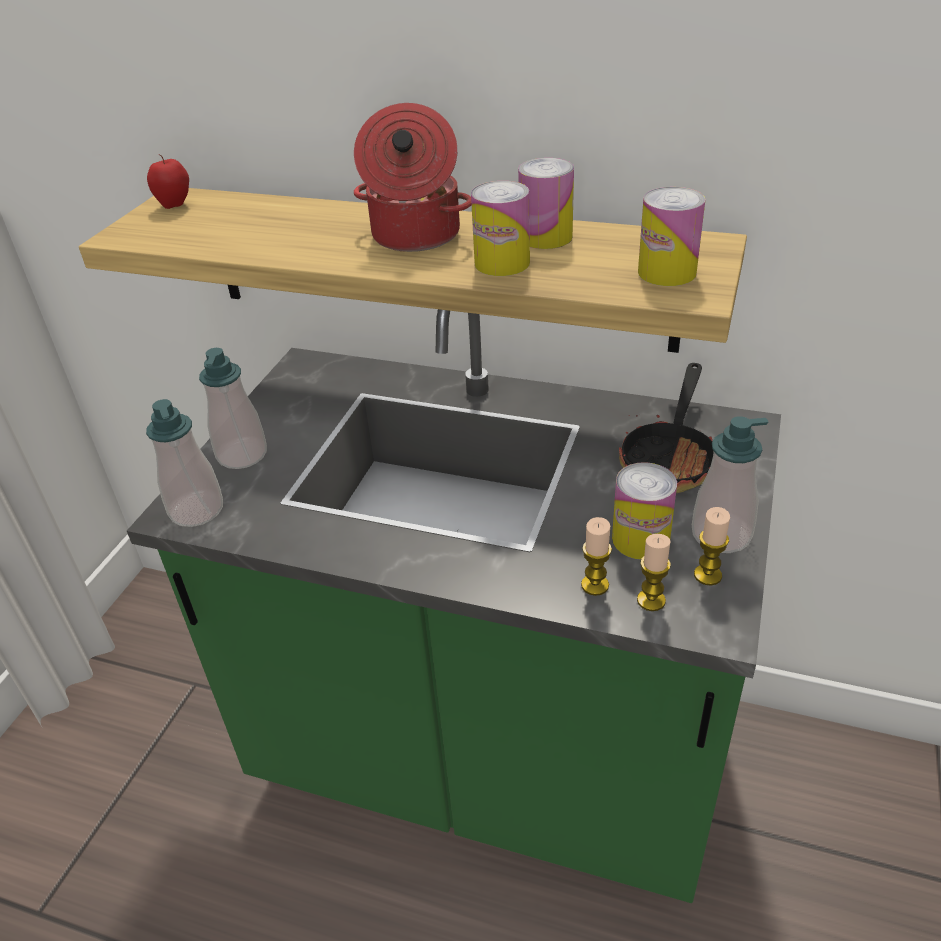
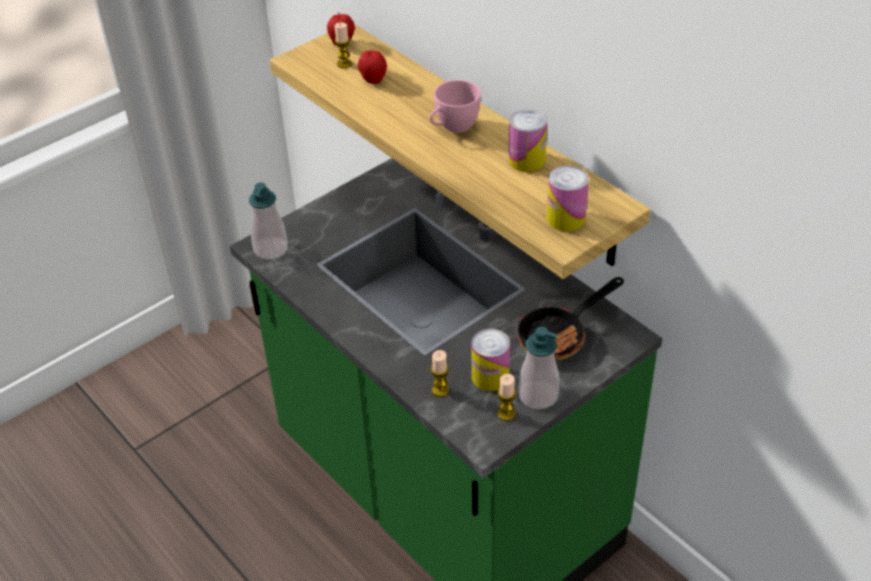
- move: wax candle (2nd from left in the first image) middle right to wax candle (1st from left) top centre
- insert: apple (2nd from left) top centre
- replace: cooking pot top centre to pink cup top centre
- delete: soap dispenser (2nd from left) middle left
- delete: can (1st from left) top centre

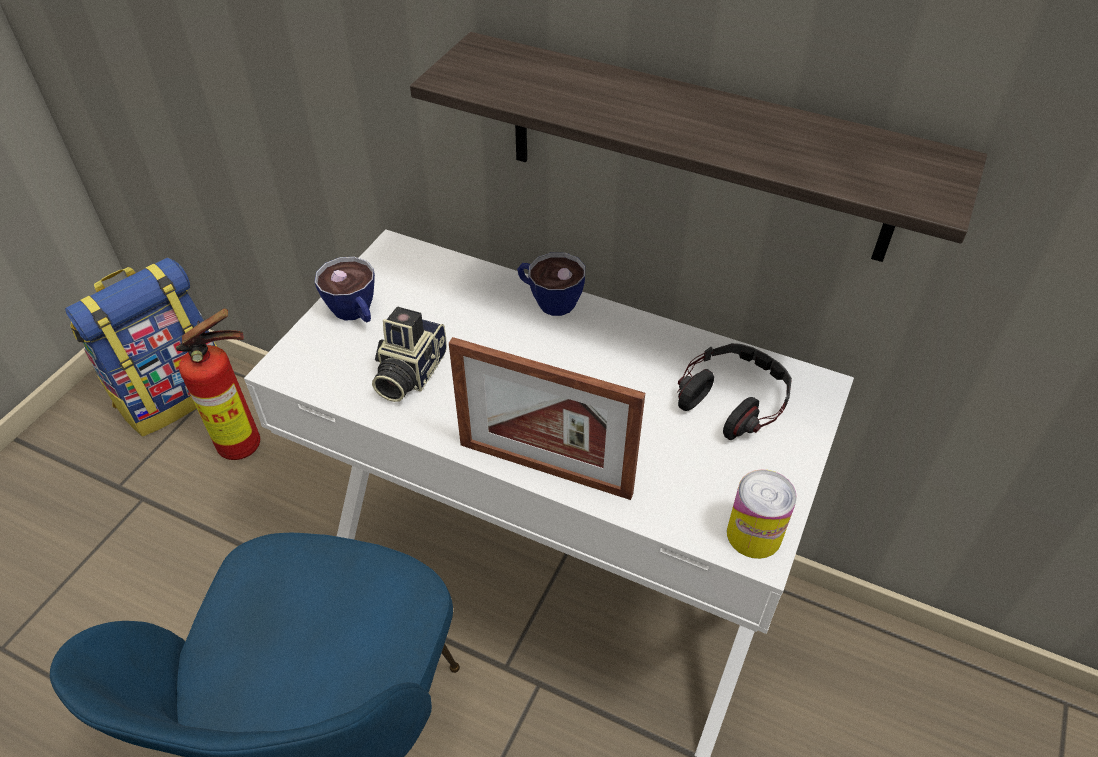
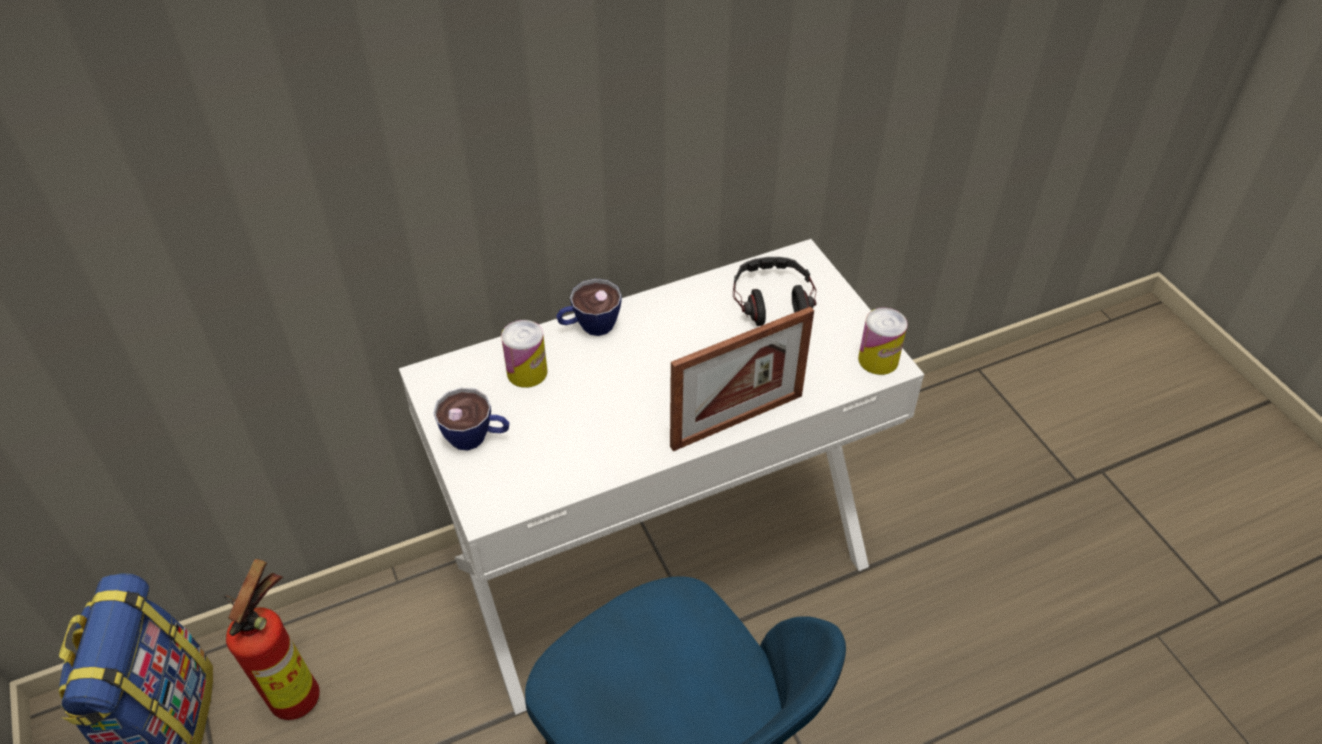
- insert: can (1st from left) centre
- delete: photo camera centre
- delete: bracket shelf top centre

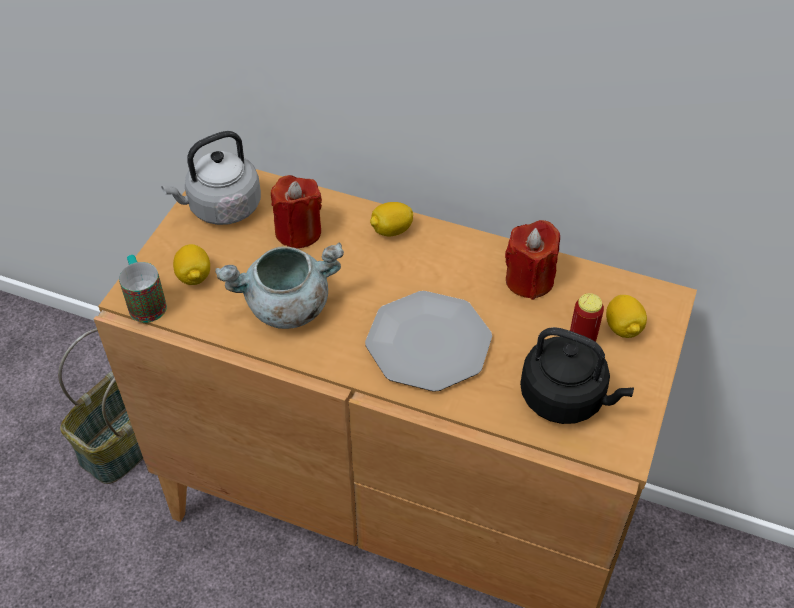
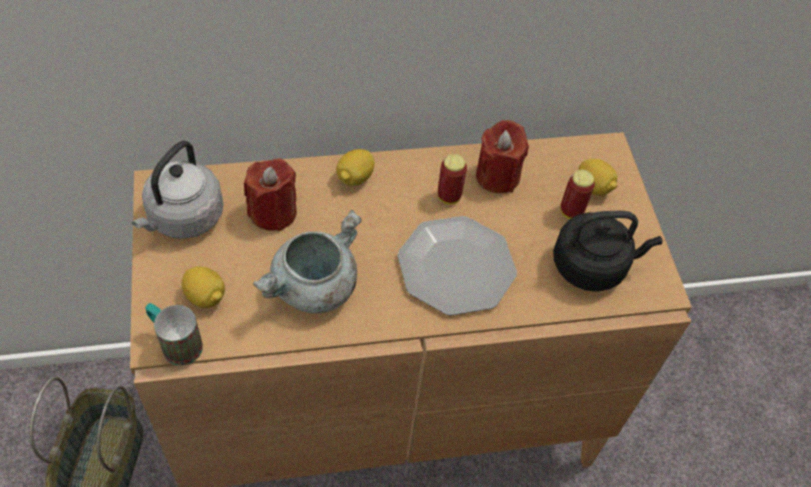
- insert: can (1st from left) centre

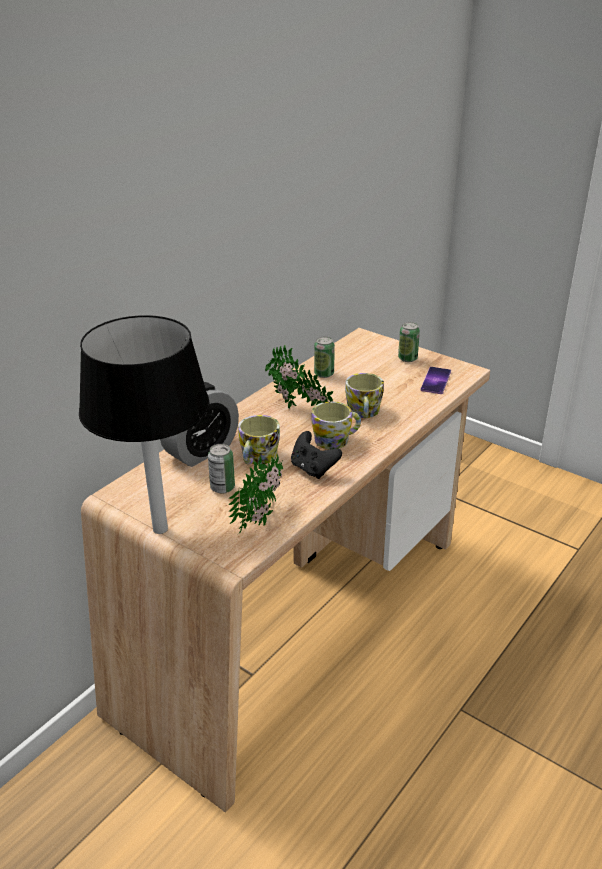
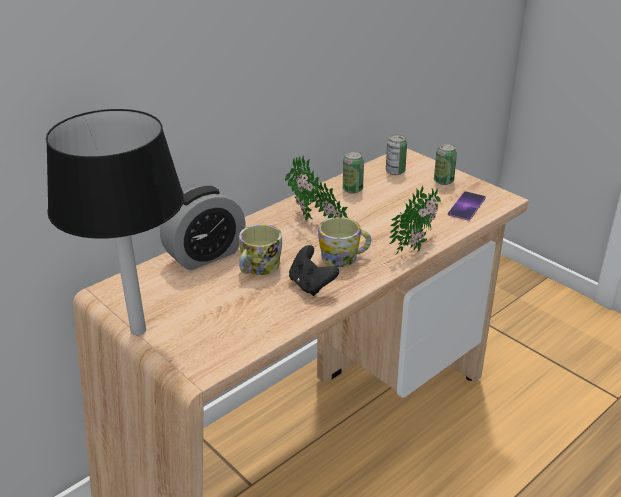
- move: can (1st from left in the first image) centre to can (2nd from left) top centre
- move: plant in a pot (1st from left in the first image) centre to plant in a pot (2nd from left) middle right
- delete: tea mug (3rd from left) centre

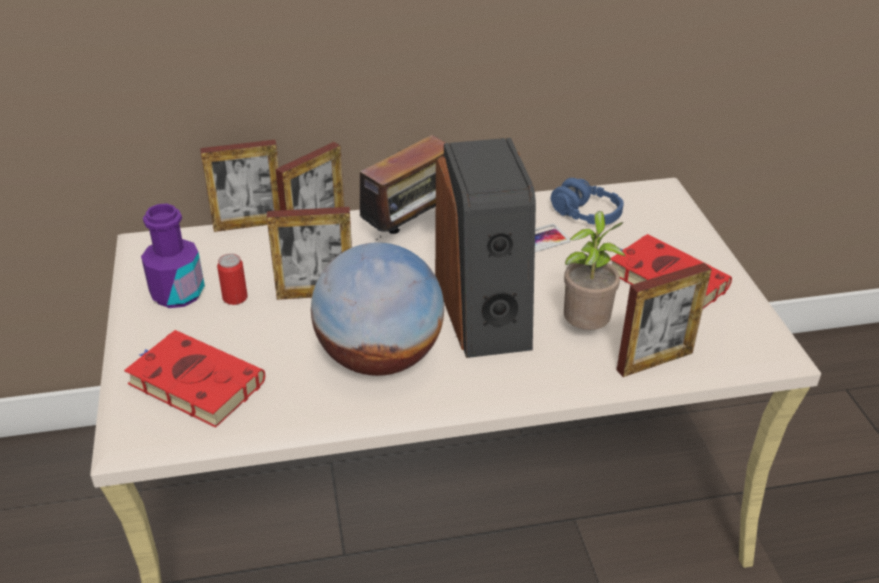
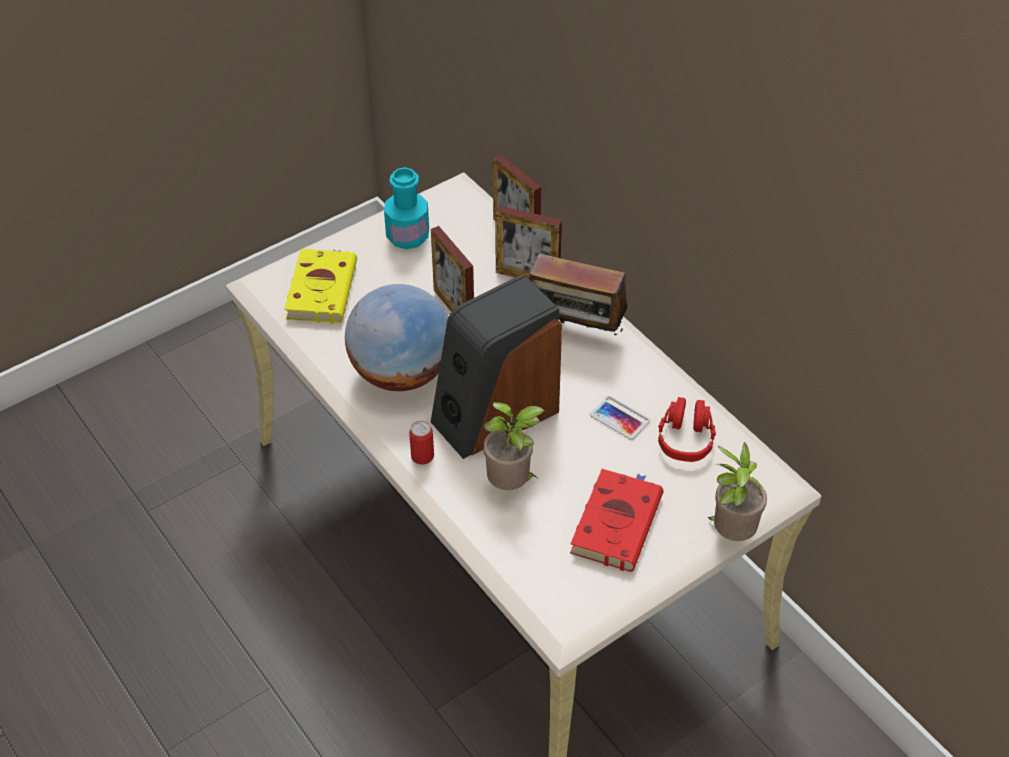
- recolor: red-coloured volume (1st from left) middle left to yellow volume middle left
- recolor: purple bottle middle left to blue-green bottle top centre
- move: can middle left to centre
- recolor: blue-coloured headset middle right to red-coloured headset middle right
- insert: plant in a pot (2nd from left) middle right
- delete: photo frame (4th from left) middle right

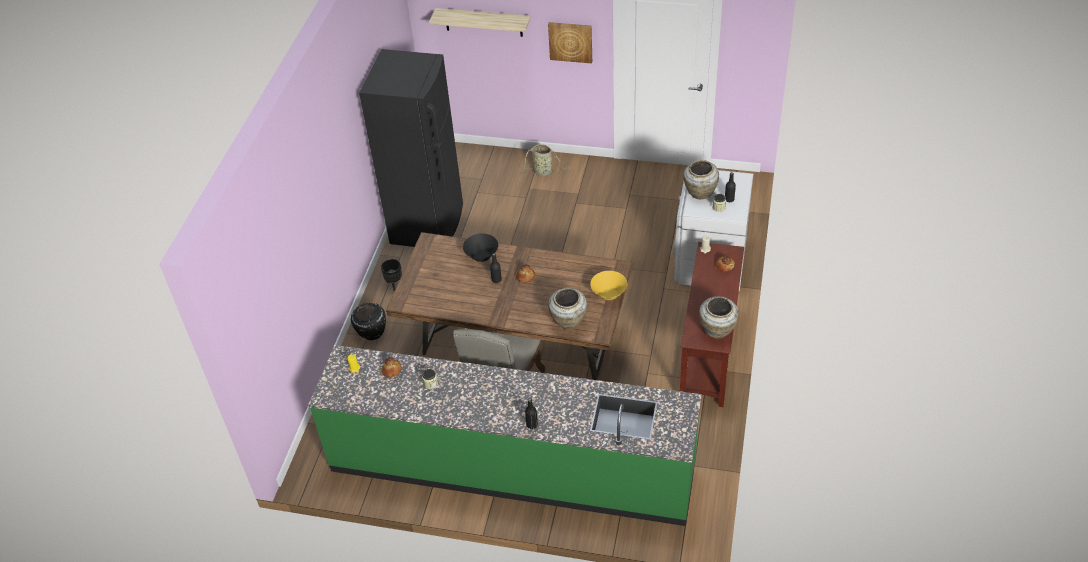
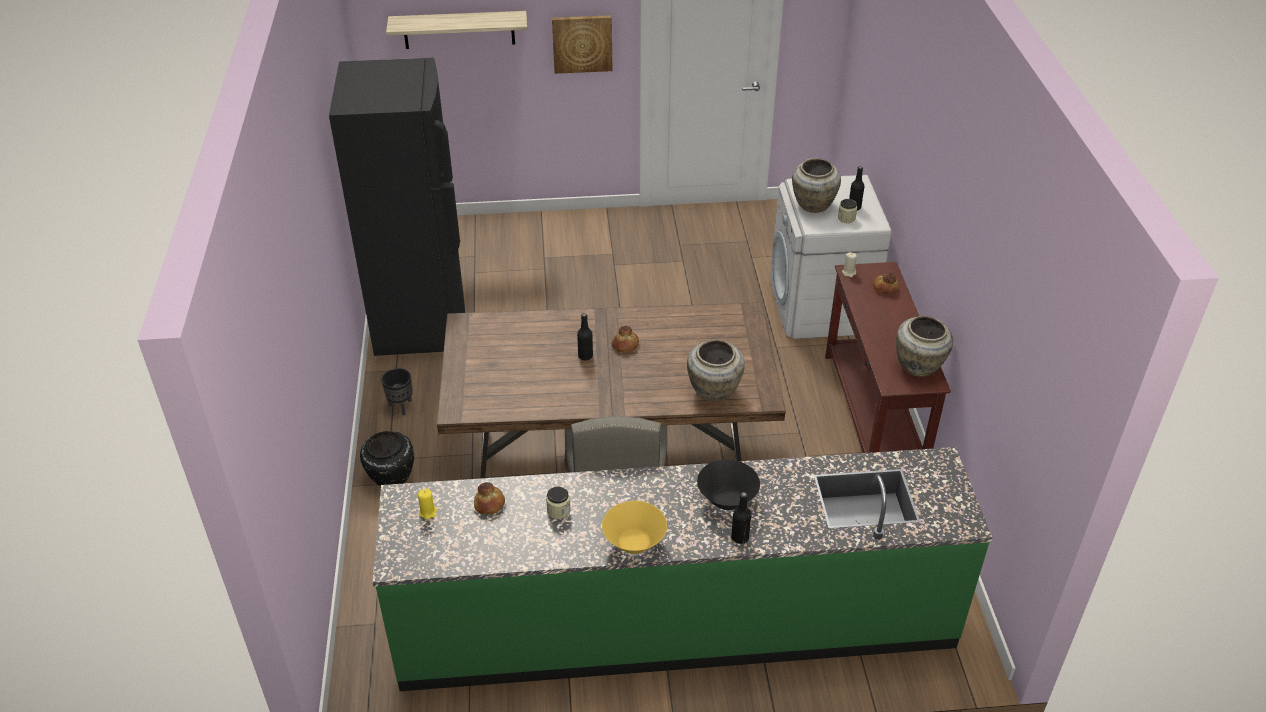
- move: yellow bowl centre to bottom centre
- move: blackish bowl centre to bottom centre
- delete: storage basket top centre

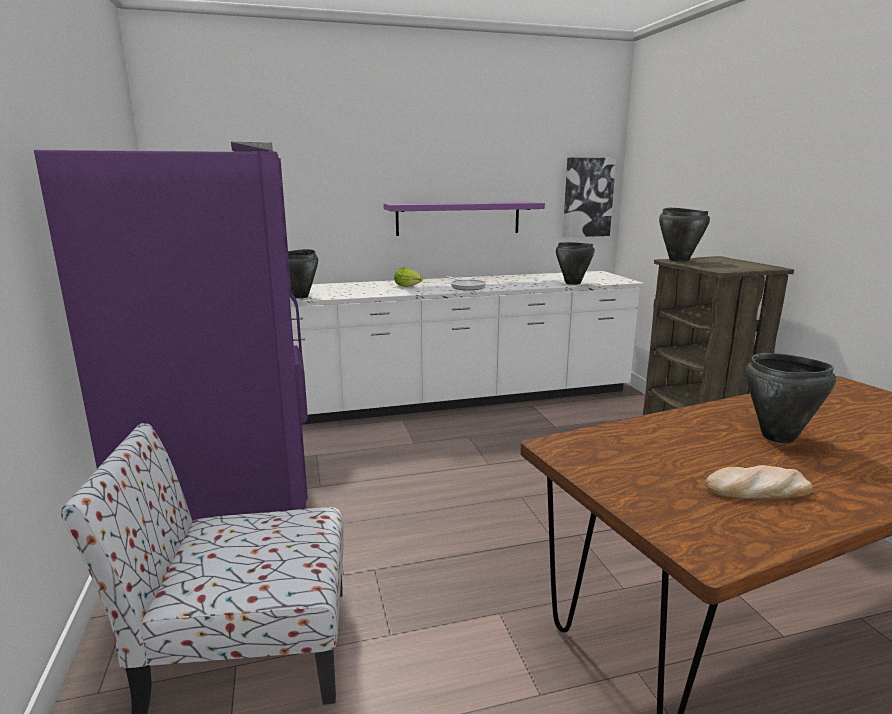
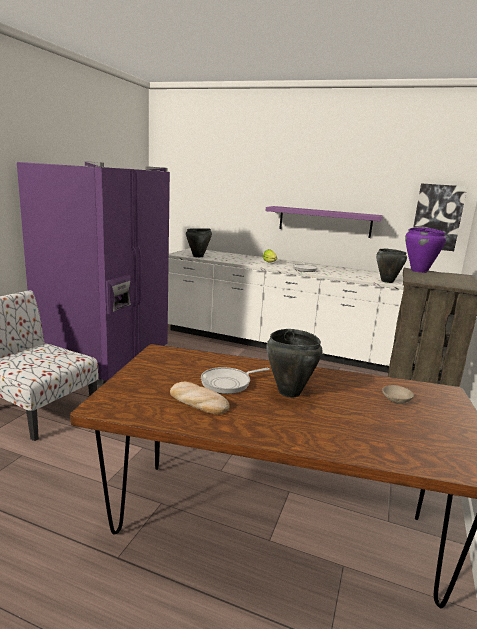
- insert: frying pan (1st from left) centre
- insert: beige-coloured bowl middle right
- recolor: blackish cooking pot (3rd from left) top right to purple cooking pot middle right

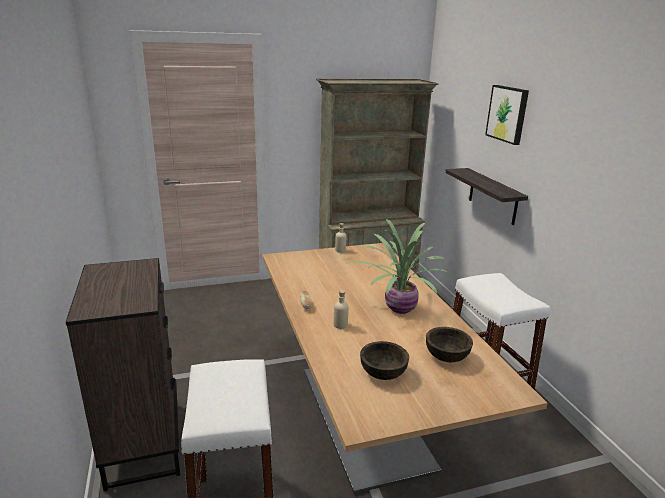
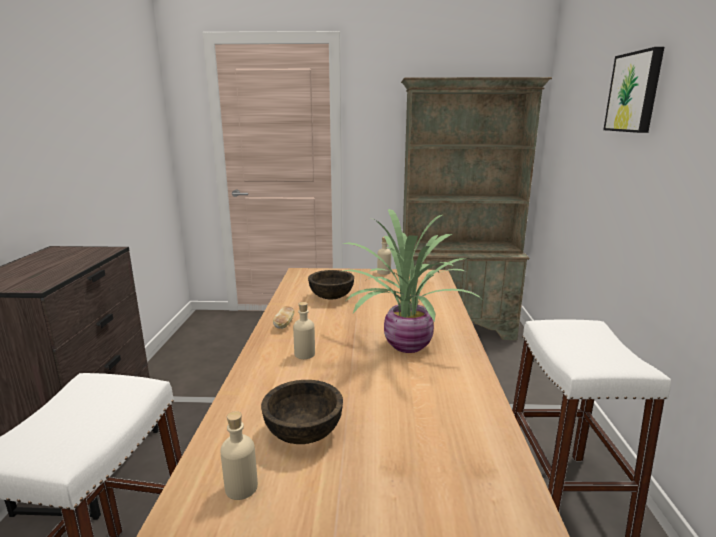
- insert: beige-coloured bottle (1st from left) bottom centre
- move: brown-coloured bowl (2nd from left) bottom right to centre
- delete: bracket shelf middle right

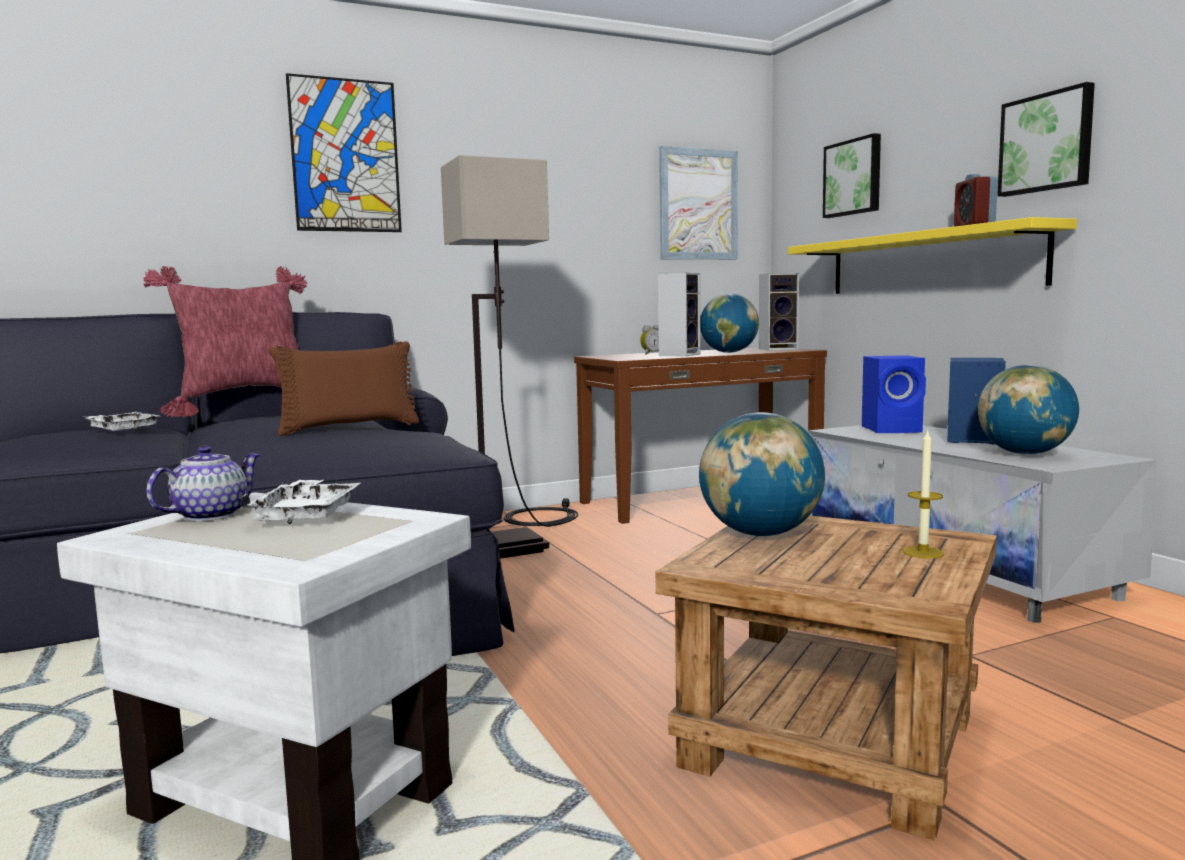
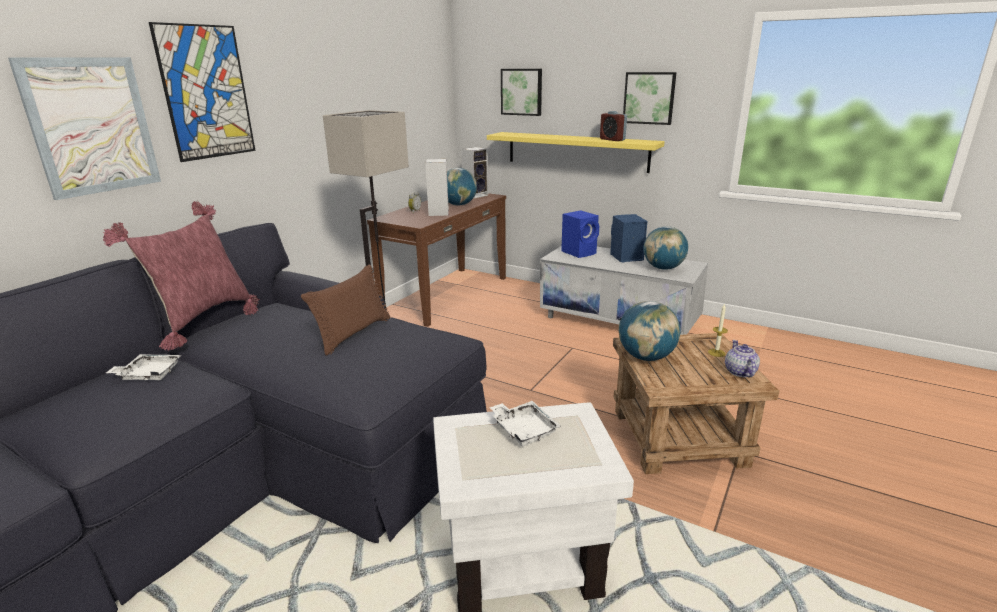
- move: wall art (2nd from left in the first image) top centre to wall art (1st from left) top left
- move: pot for tea middle left to middle right

